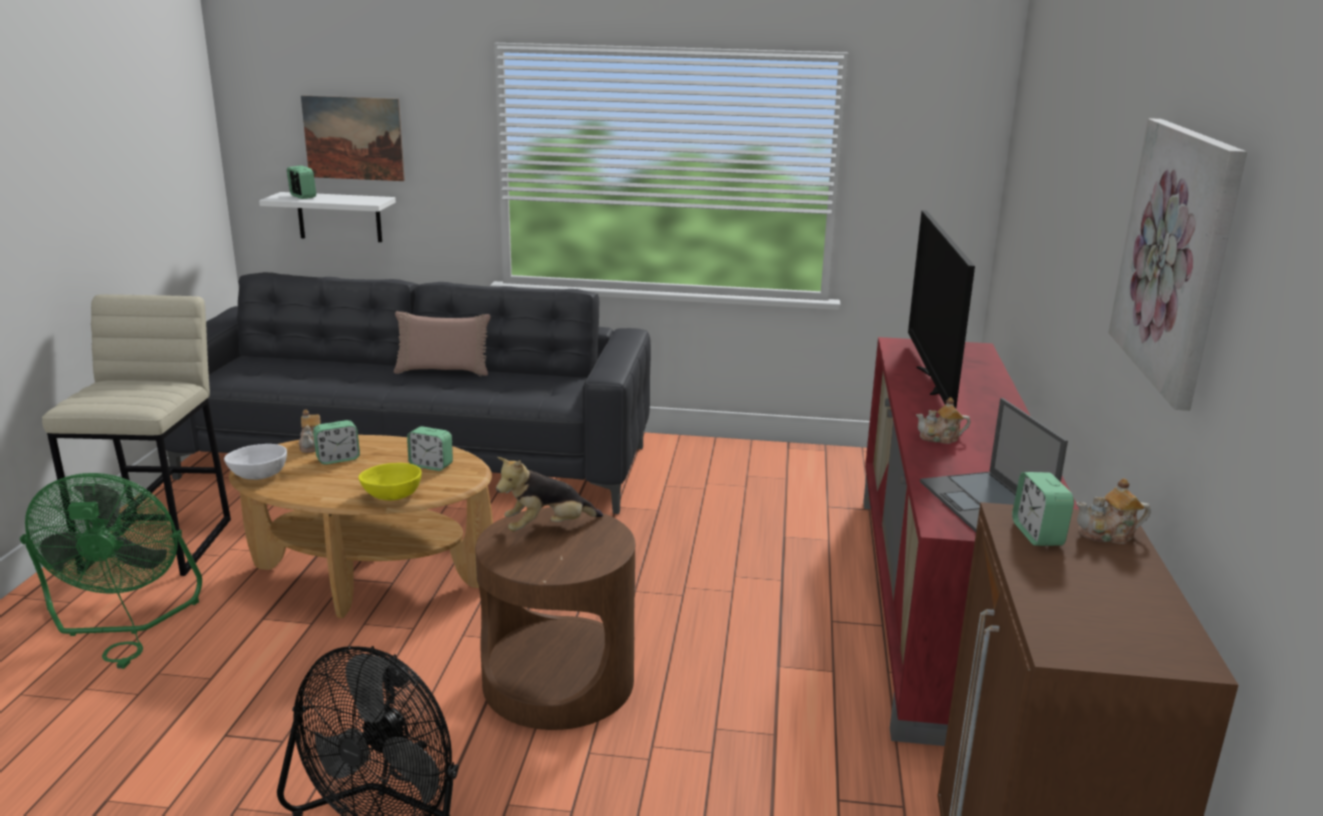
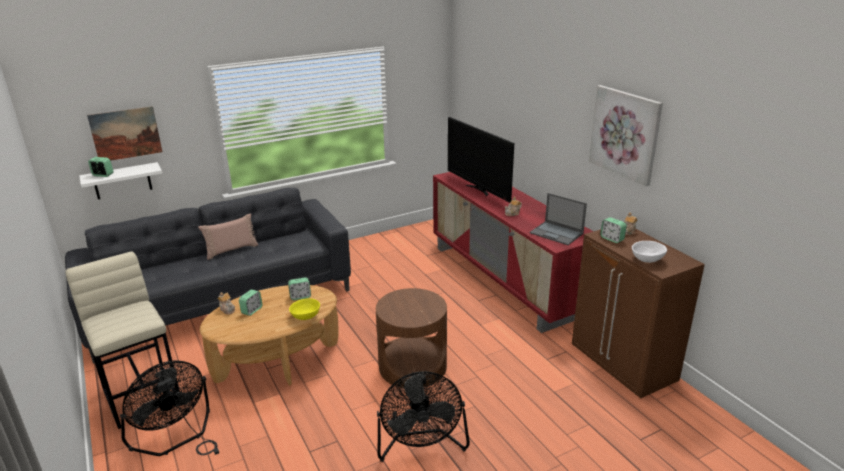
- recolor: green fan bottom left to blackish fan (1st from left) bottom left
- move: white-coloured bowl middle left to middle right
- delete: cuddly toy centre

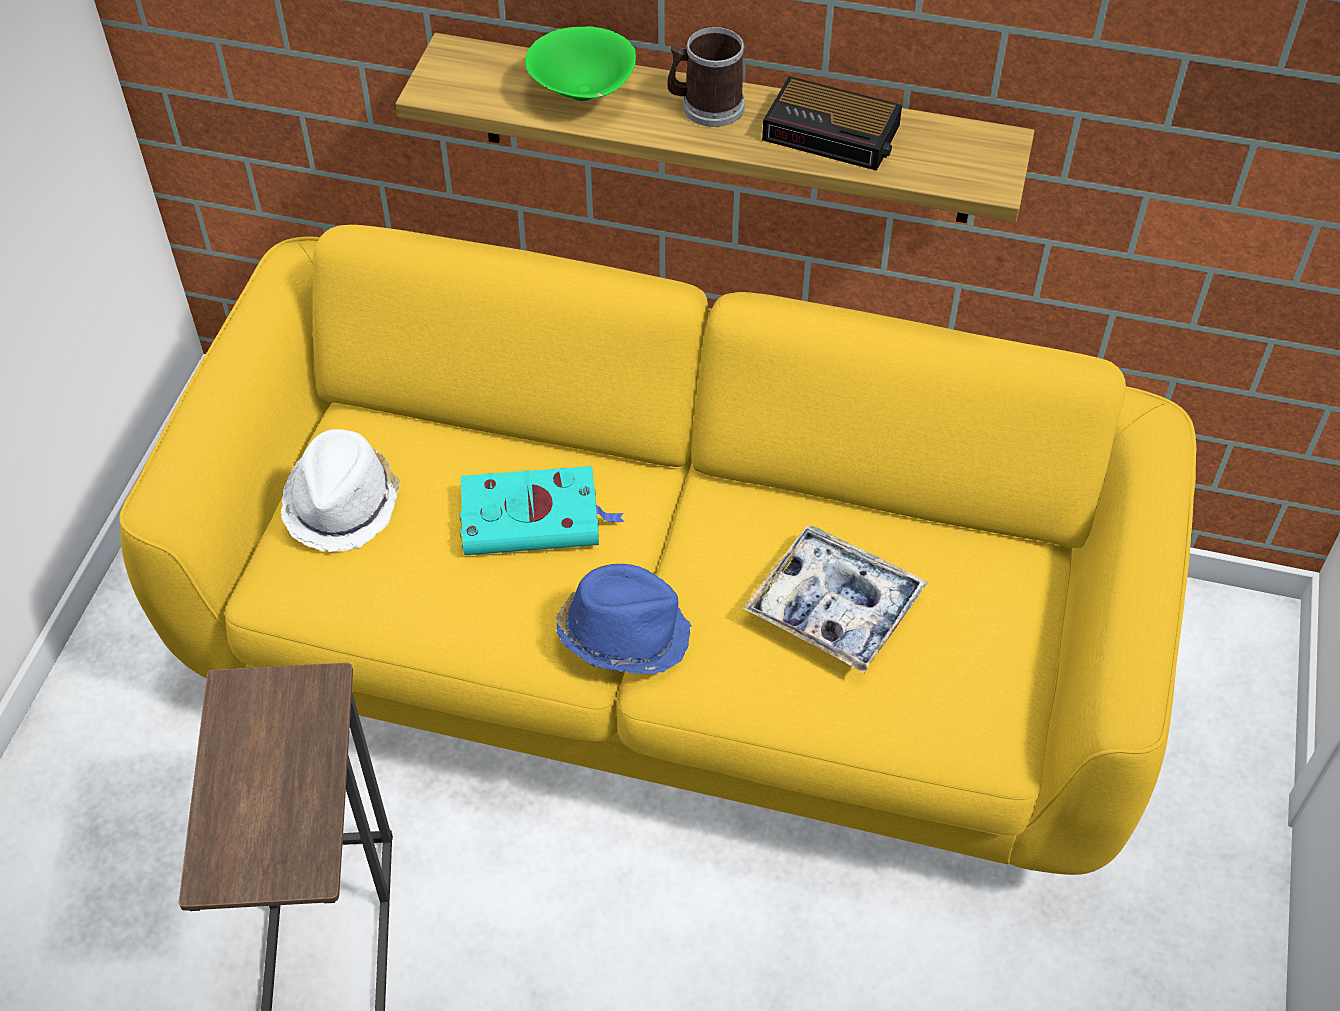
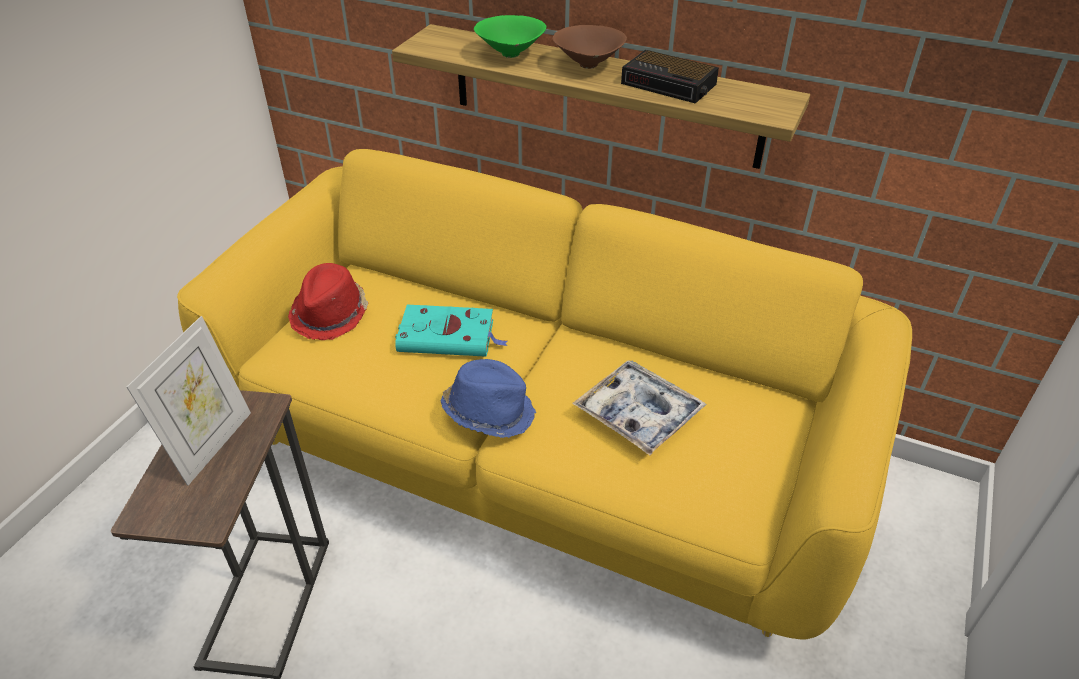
- insert: photo frame middle left
- recolor: white-coloured clothing hat middle left to red-coloured clothing hat middle left
- replace: tea mug top centre to brown-coloured bowl top centre

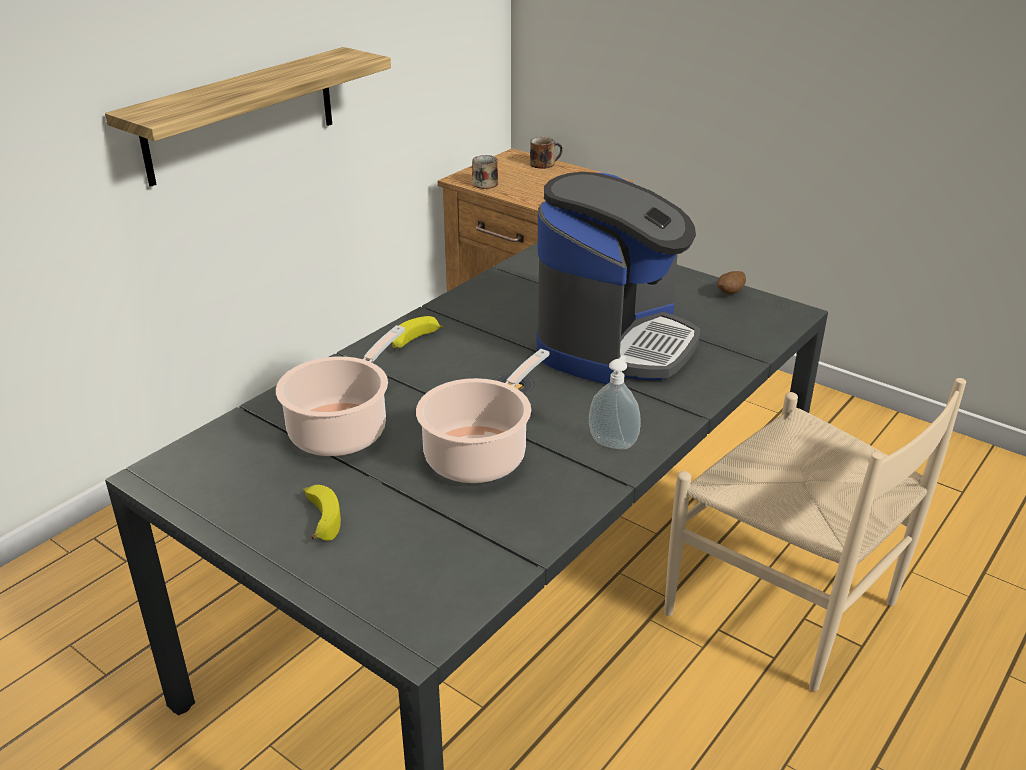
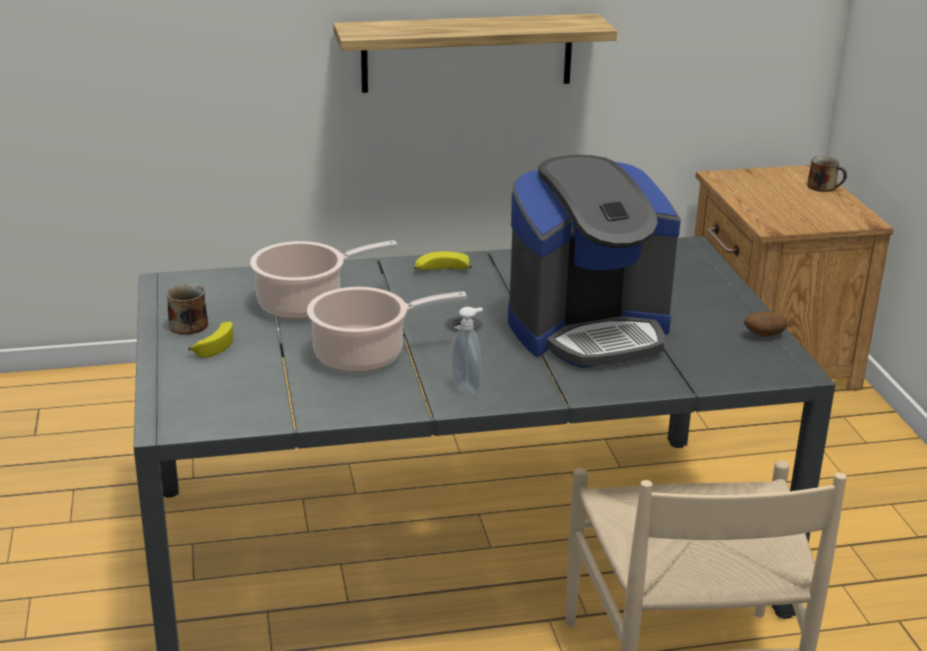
- move: tea mug (1st from left) top centre to middle left

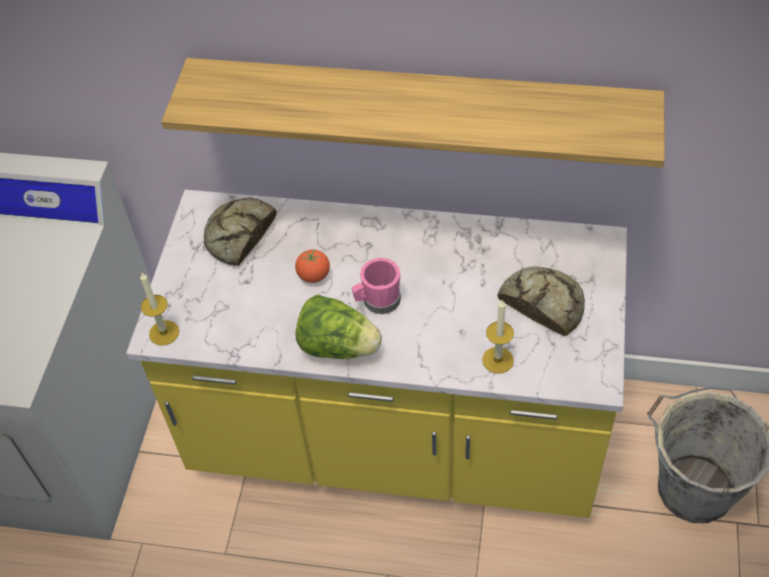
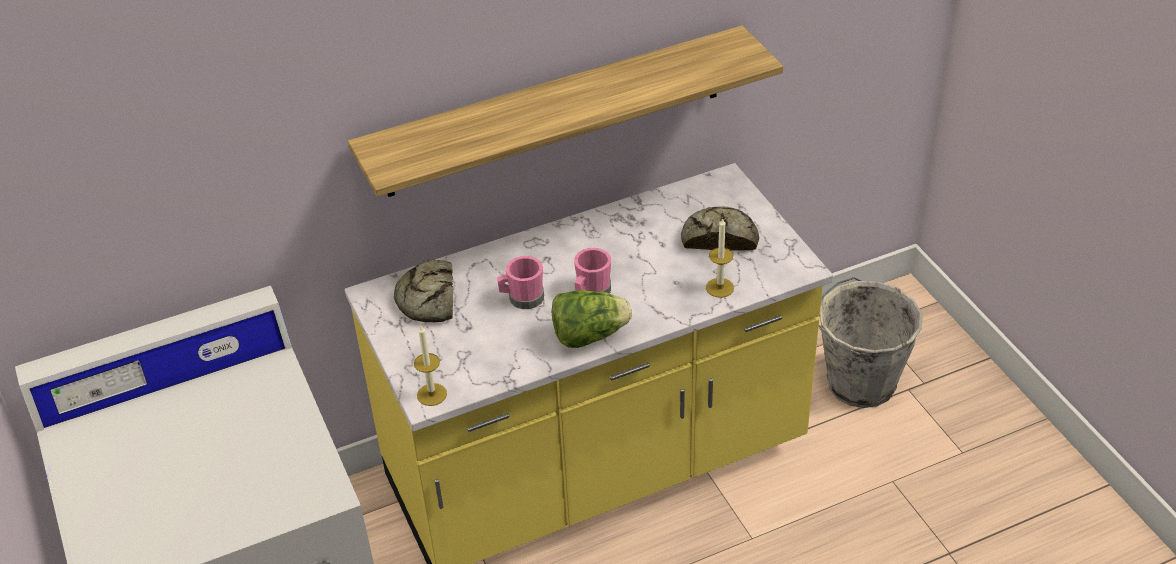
- replace: fresh tomato centre to pink tea mug (1st from left) centre

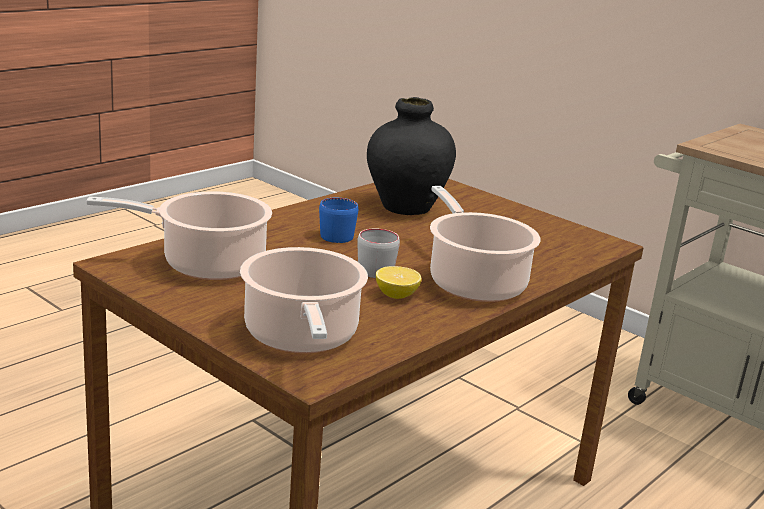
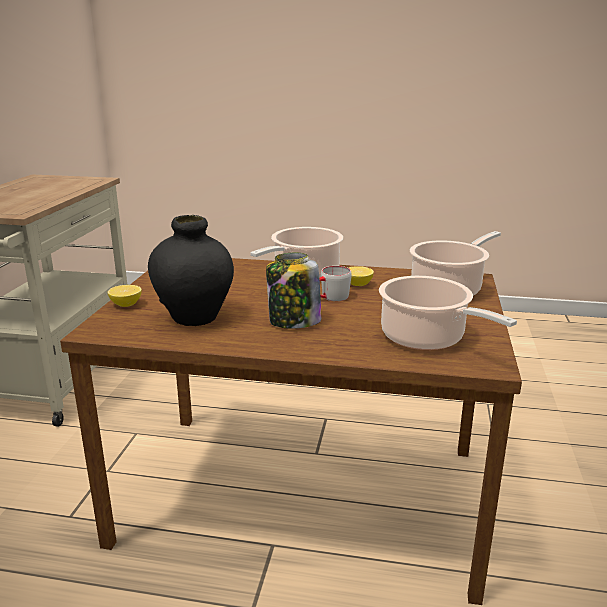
- insert: whole lemon (1st from left) middle left
- replace: blue-coloured tea mug centre to jar centre

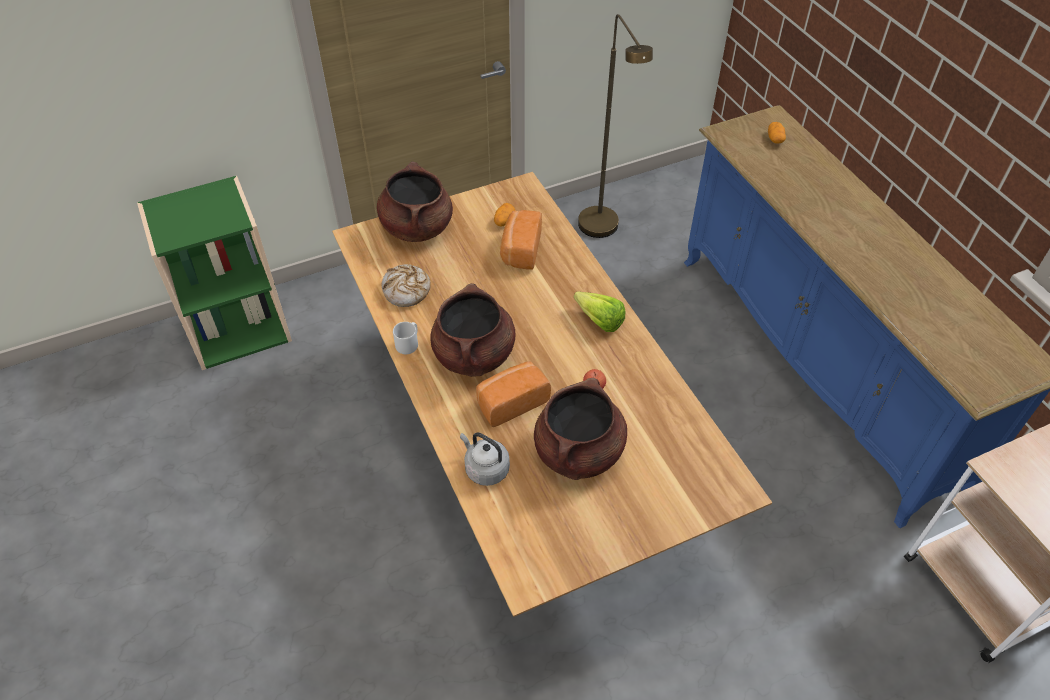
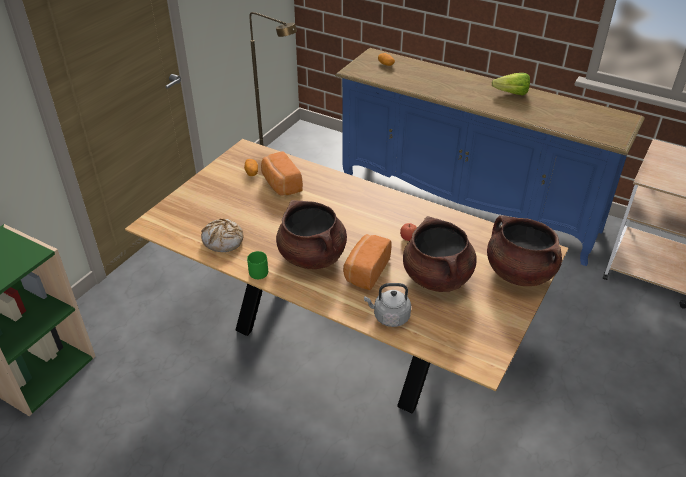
- recolor: gray tea mug centre to green tea mug centre
- move: brown-coloured cooking pot (1st from left in the first image) top centre to brown-coloured cooking pot (3rd from left) middle right
- move: lettuce centre to top right

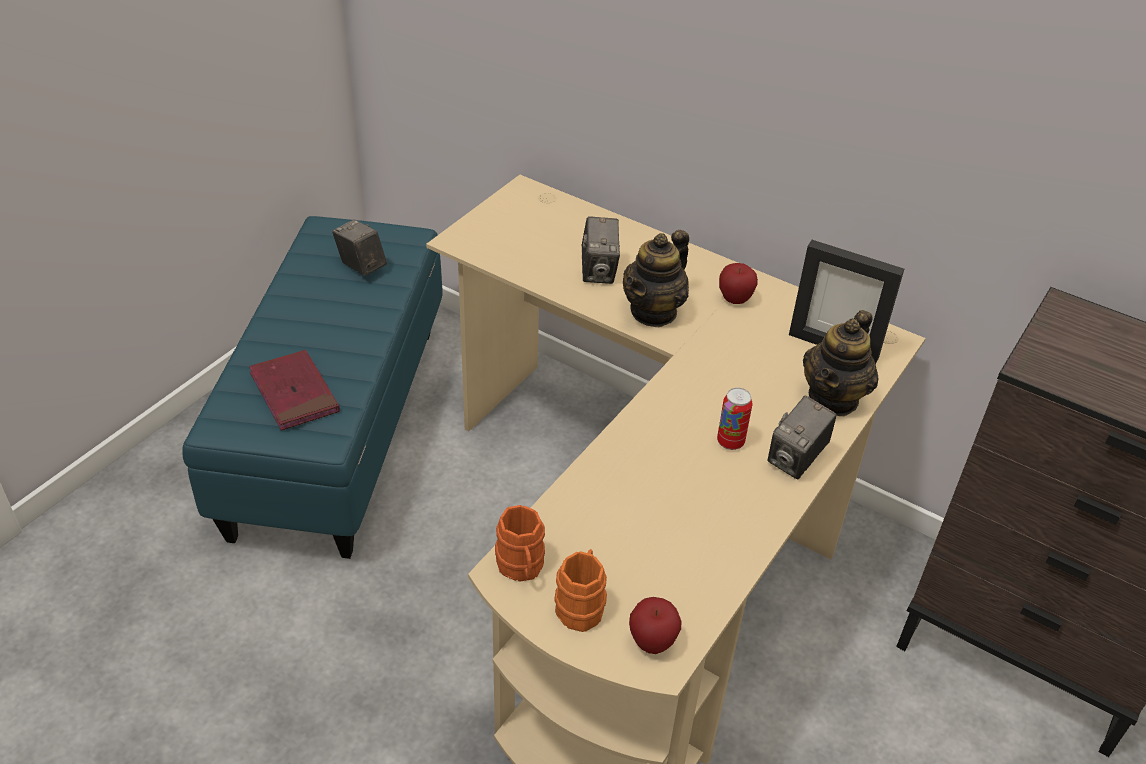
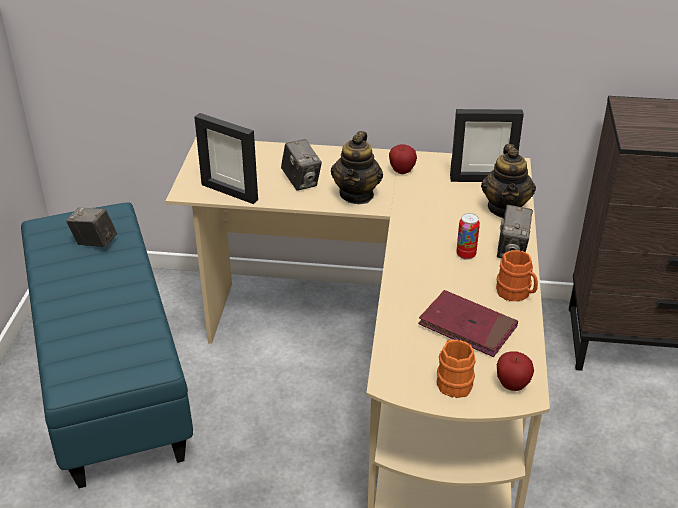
- insert: photo frame (1st from left) top centre
- move: red-coloured volume middle left to middle right
- move: orangey tea mug (1st from left in the first image) bottom centre to orangey tea mug (2nd from left) middle right

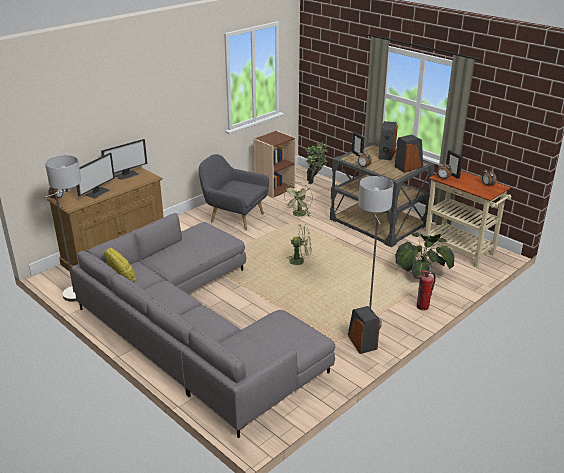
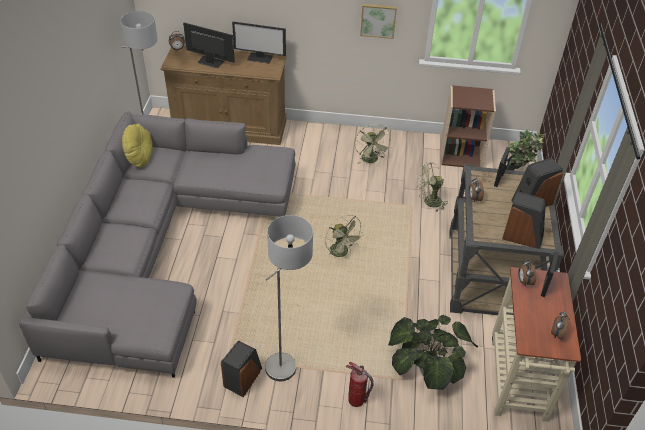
- rotate: monitor (1st from left) middle left = top left 150 degrees counterclockwise
- replace: gray armchair centre to green fan (2nd from left) centre
- insert: wall art top centre

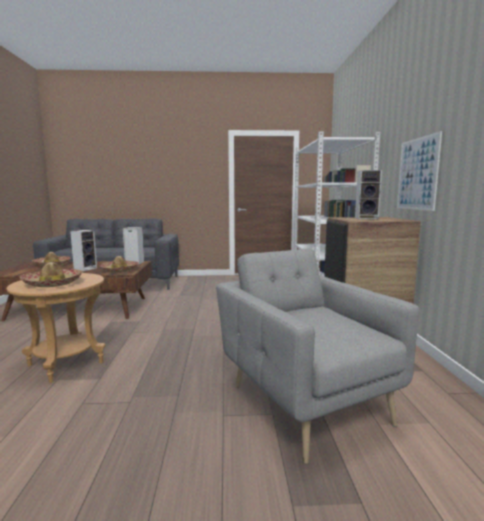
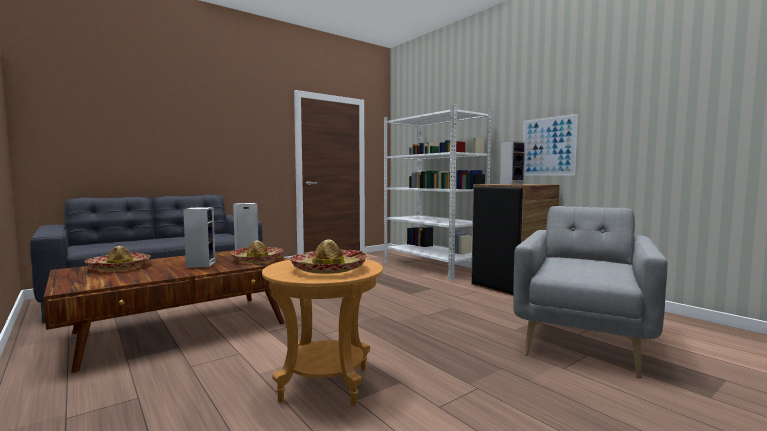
- rotate: gray armchair bottom centre = bottom right 90 degrees clockwise

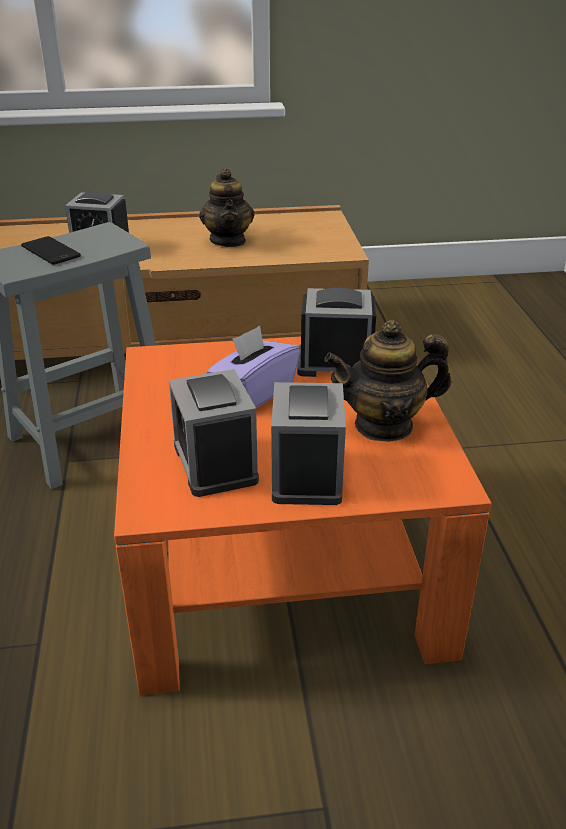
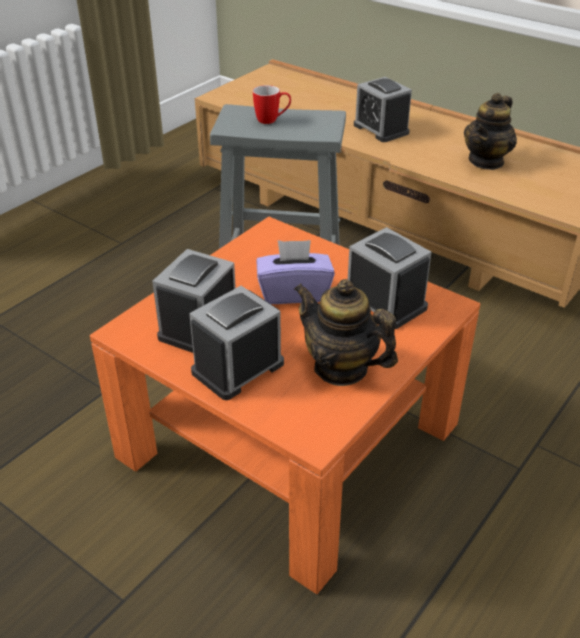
- replace: phone top left to tea mug top centre

